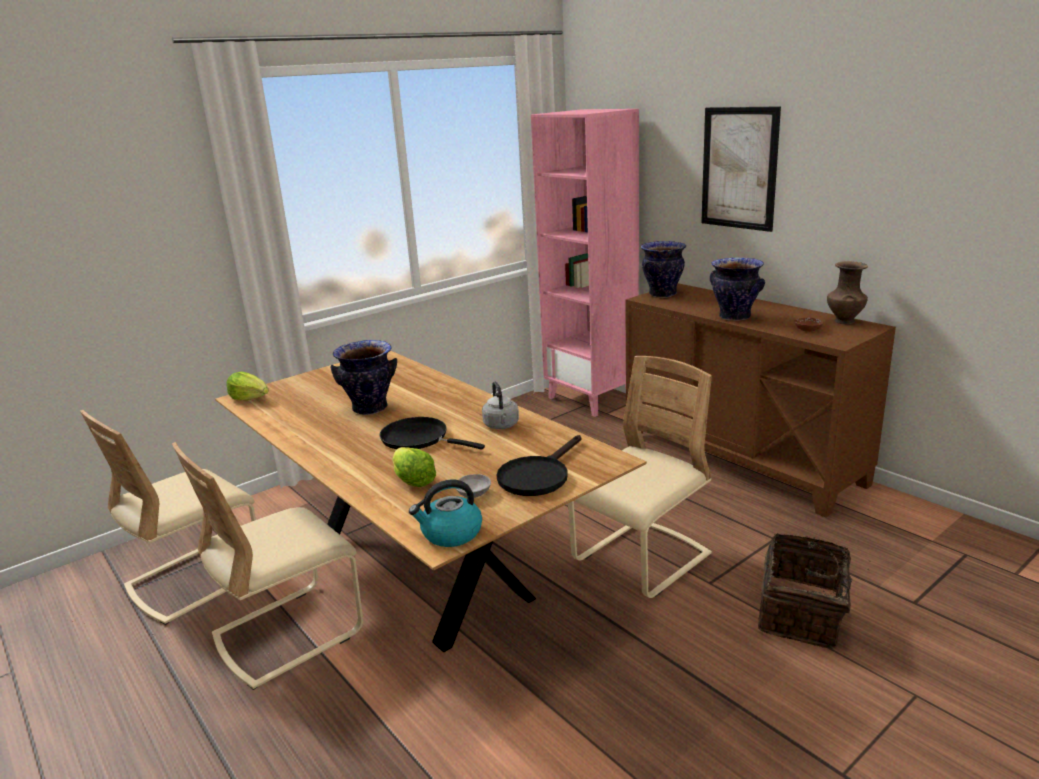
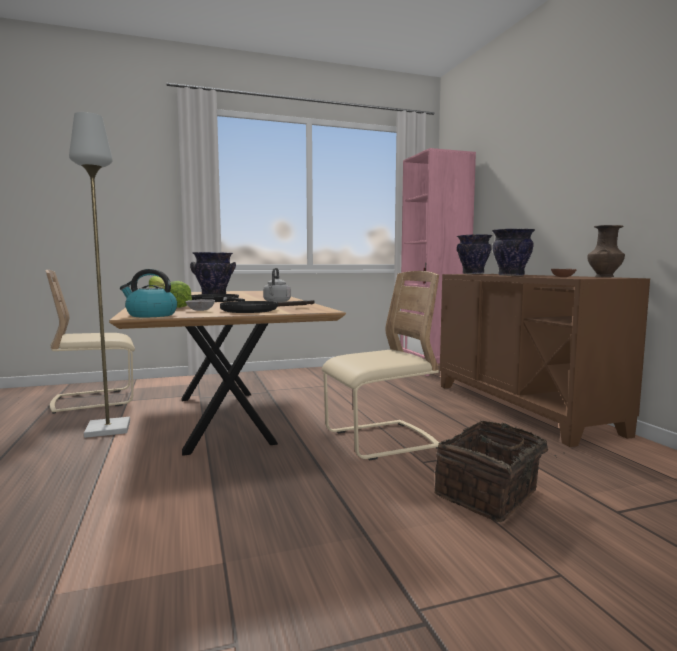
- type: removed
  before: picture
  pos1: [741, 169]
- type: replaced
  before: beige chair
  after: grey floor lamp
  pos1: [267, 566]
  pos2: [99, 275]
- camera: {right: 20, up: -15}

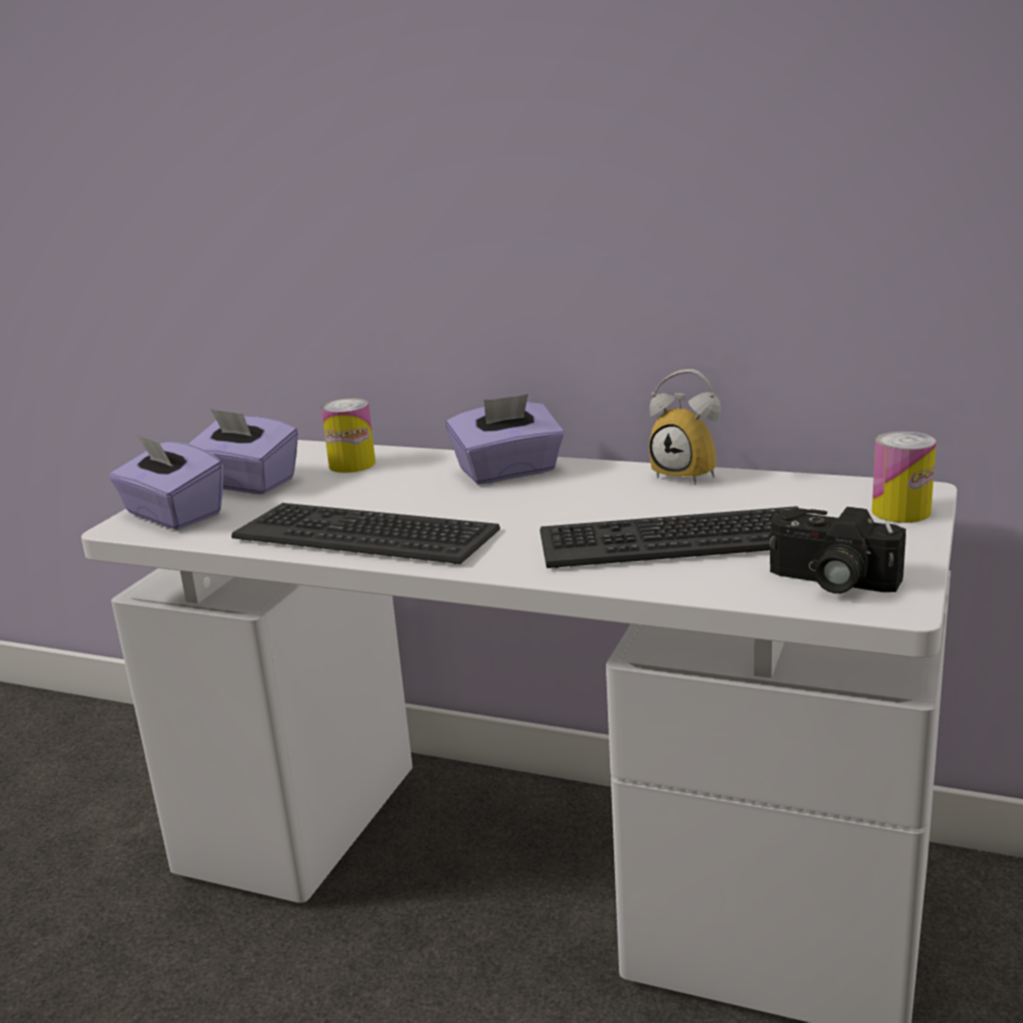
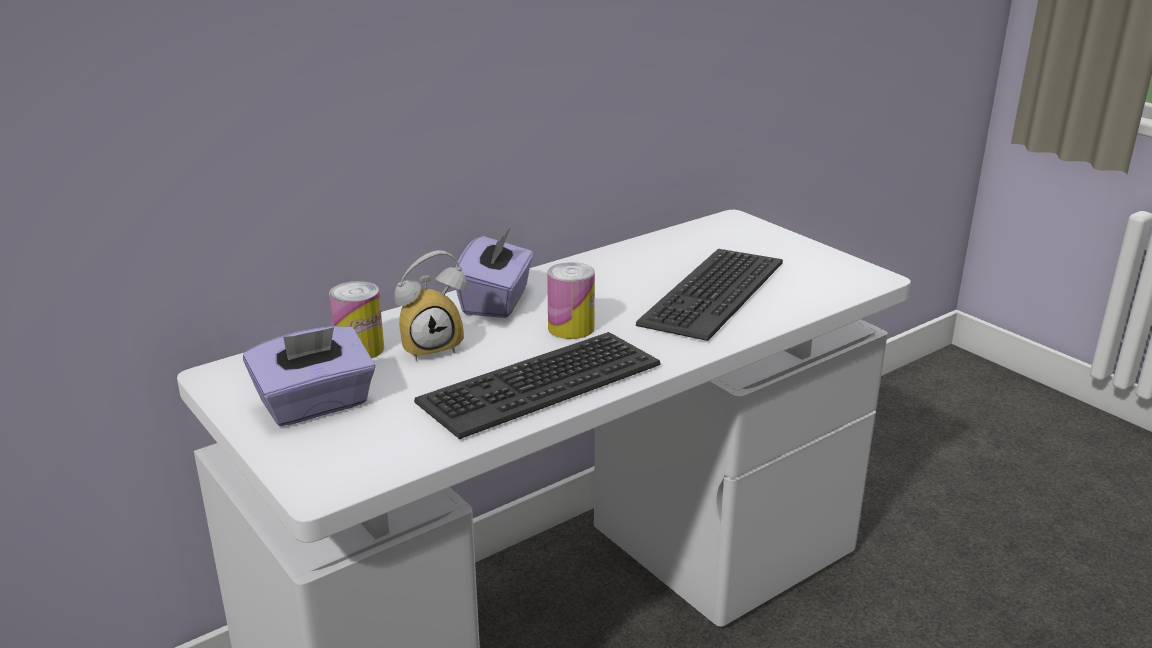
- type: removed
  before: purple tissue box
  pos1: [166, 482]
- type: removed
  before: photo camera
  pos1: [837, 550]
- type: moved
  before: alarm clock
  pos1: [685, 427]
  pos2: [430, 305]
- type: moved
  before: can
  pos1: [904, 477]
  pos2: [571, 300]
- camera: {right: -60, up: 5}

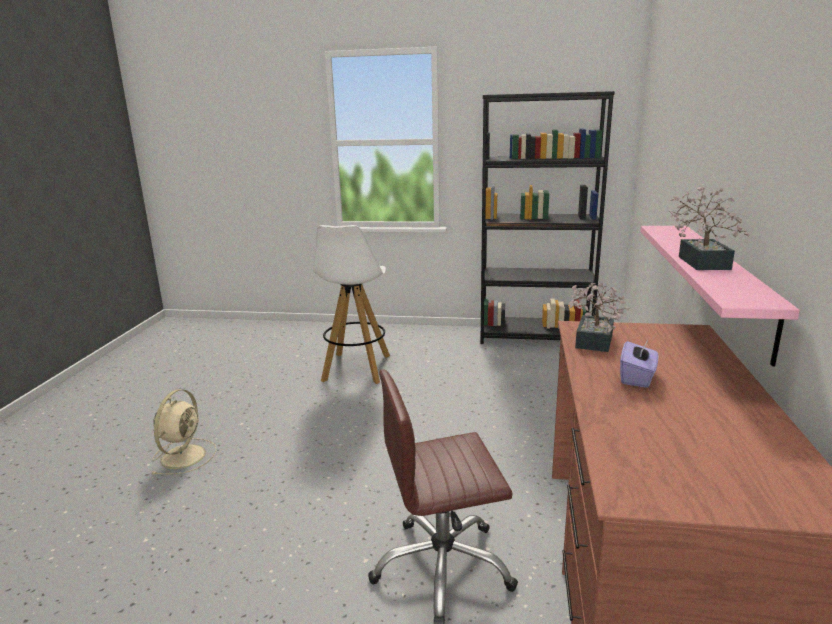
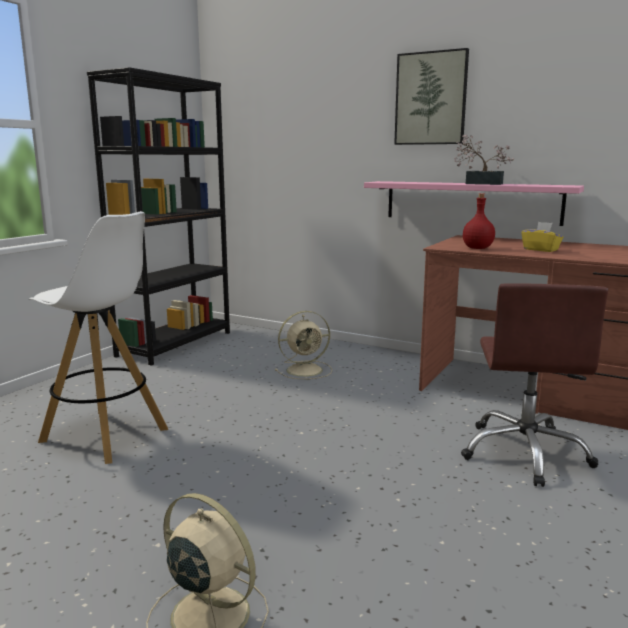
- type: added
  after: beige fan
  pos2: [303, 345]
- type: added
  after: picture
  pos2: [431, 96]
- type: replaced
  before: potted plant
  after: red bottle
  pos1: [598, 317]
  pos2: [479, 221]
- type: recoloured
  before: purple tissue box
  after: yellow tissue box
  pos1: [639, 363]
  pos2: [542, 237]
- camera: {right: -70, up: -5}

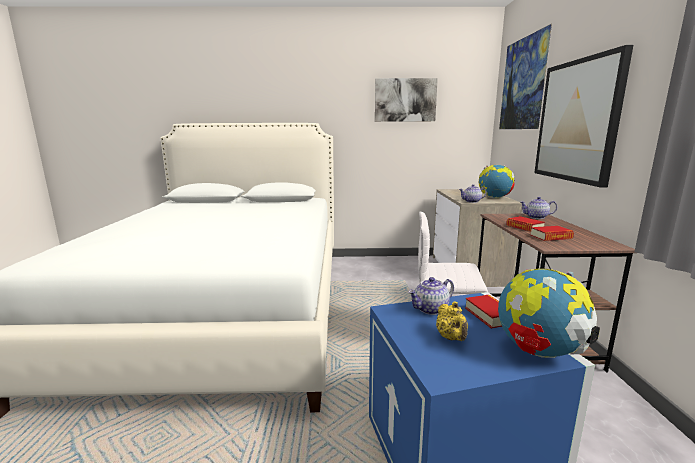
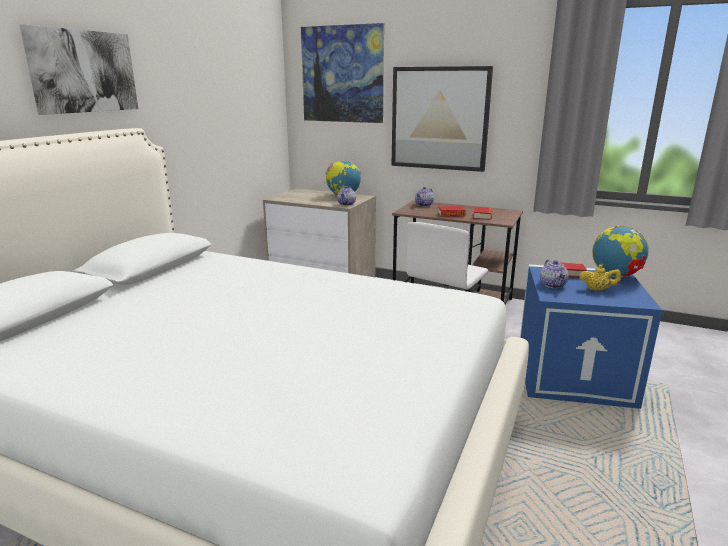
- type: moved
  before: picture
  pos1: [406, 100]
  pos2: [79, 69]
- camera: {right: -65, up: 5}

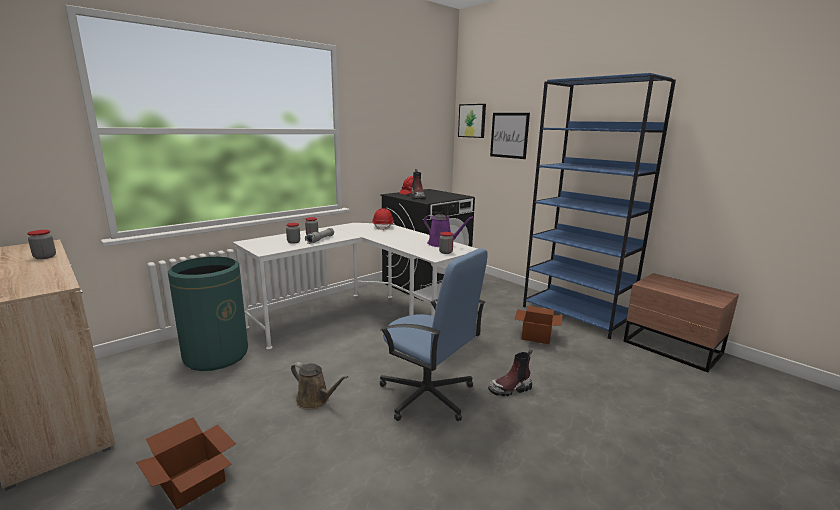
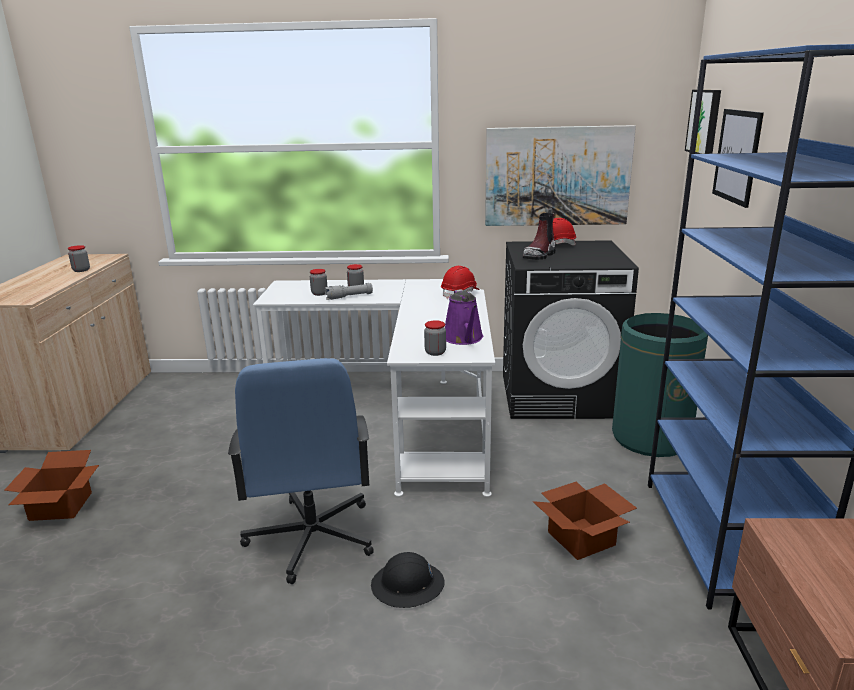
- type: removed
  before: brown watering can
  pos1: [319, 386]
- type: added
  after: picture
  pos2: [560, 175]
- type: moved
  before: green trash can
  pos1: [208, 314]
  pos2: [660, 385]
- type: replaced
  before: boot
  after: black hard hat
  pos1: [510, 372]
  pos2: [408, 580]
- camera: {right: 45, up: 5}

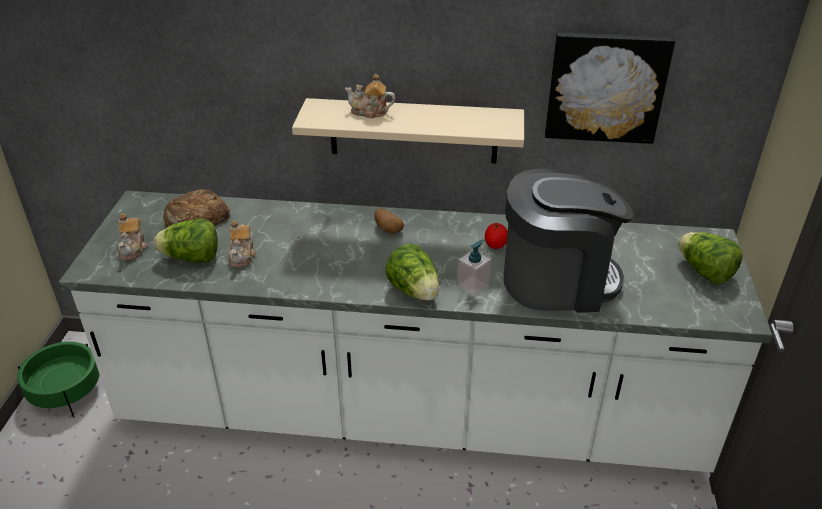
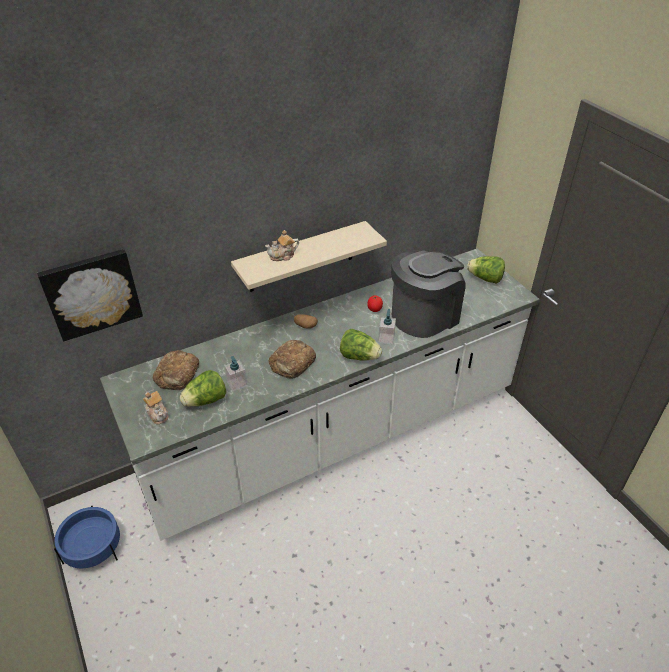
- type: added
  after: bread
  pos2: [292, 359]
- type: moved
  before: picture
  pos1: [610, 88]
  pos2: [90, 295]
- type: replaced
  before: teapot
  after: soap dispenser
  pos1: [242, 244]
  pos2: [235, 374]
- type: recoloured
  before: green planter
  after: blue planter
  pos1: [58, 380]
  pos2: [87, 536]
- camera: {right: -35, up: 5}

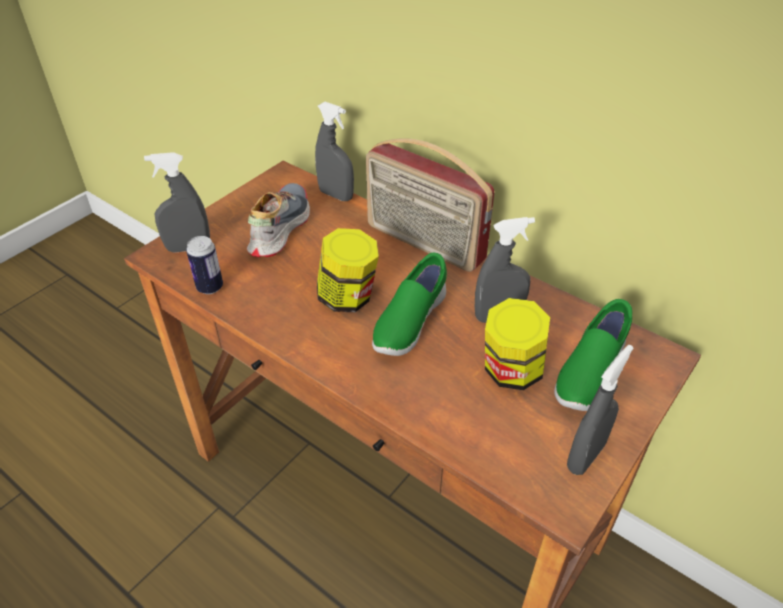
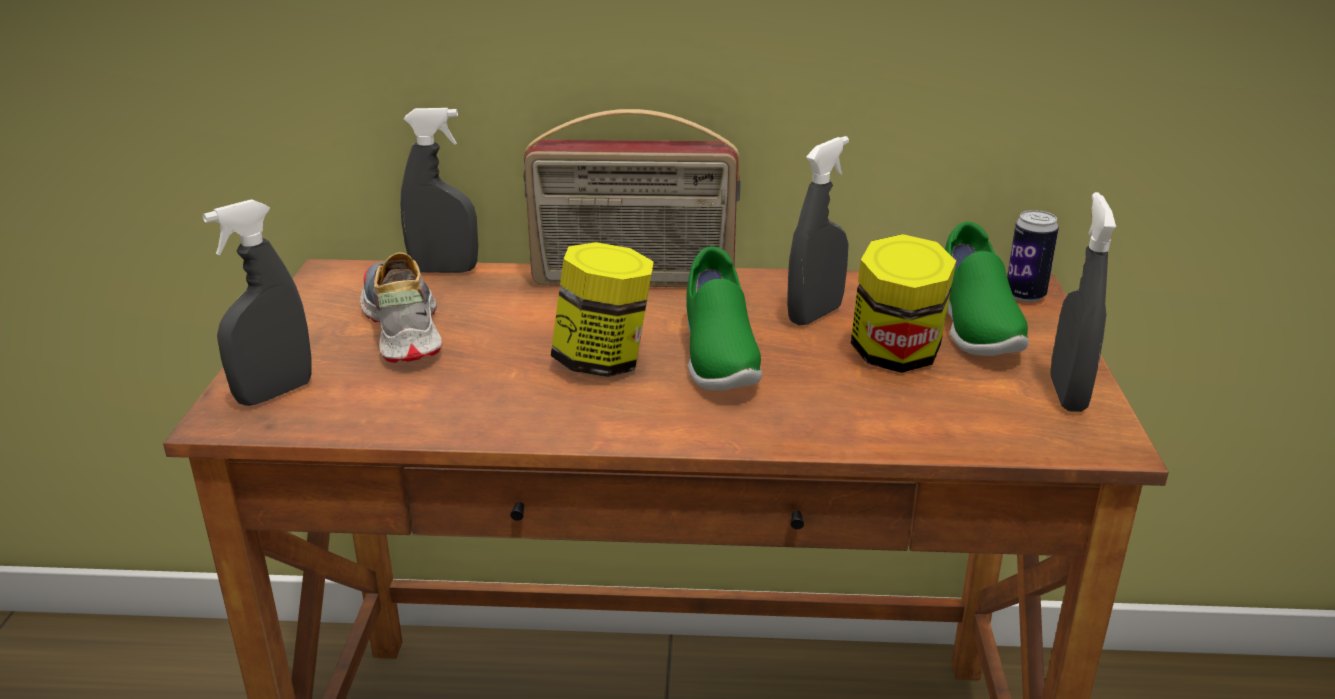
- type: moved
  before: can
  pos1: [204, 265]
  pos2: [1033, 256]
- camera: {right: -35, up: -15}

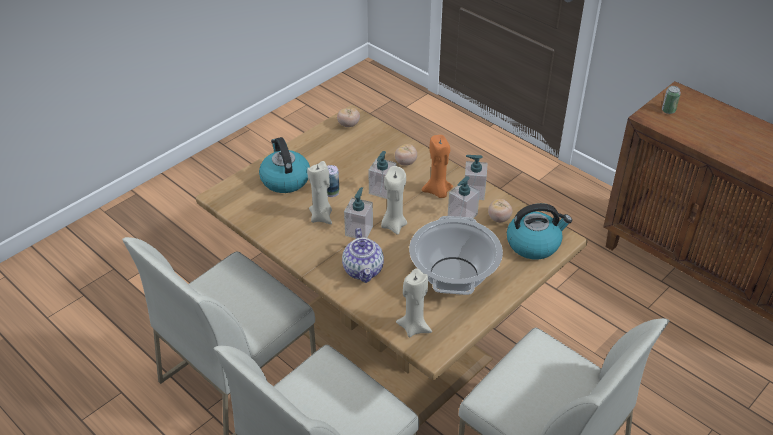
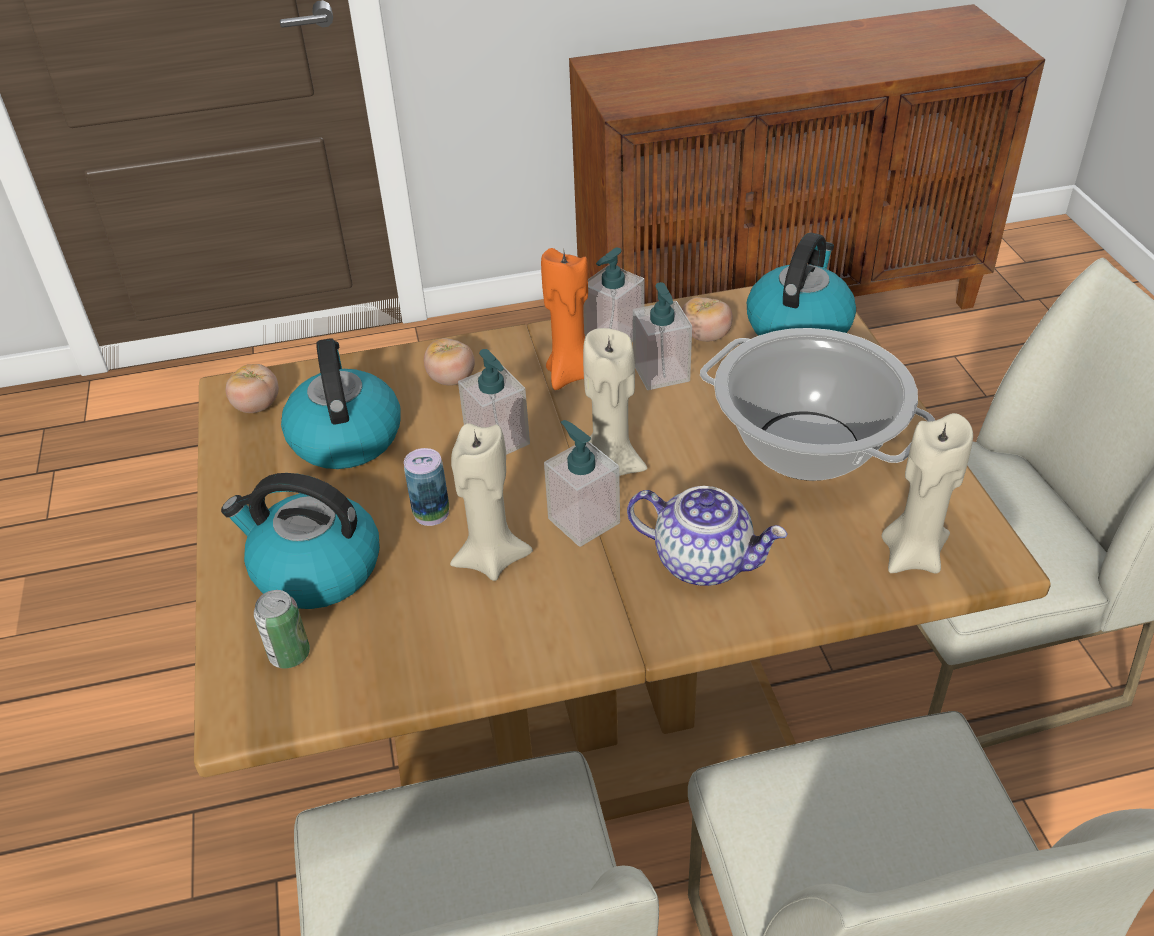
- type: added
  after: kettle
  pos2: [341, 403]
- type: moved
  before: can
  pos1: [671, 100]
  pos2: [282, 629]
- camera: {right: -55, up: 0}

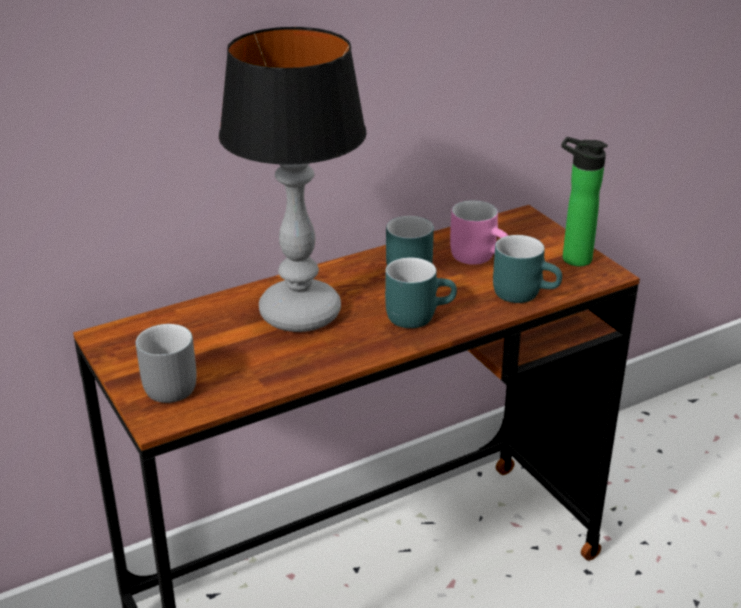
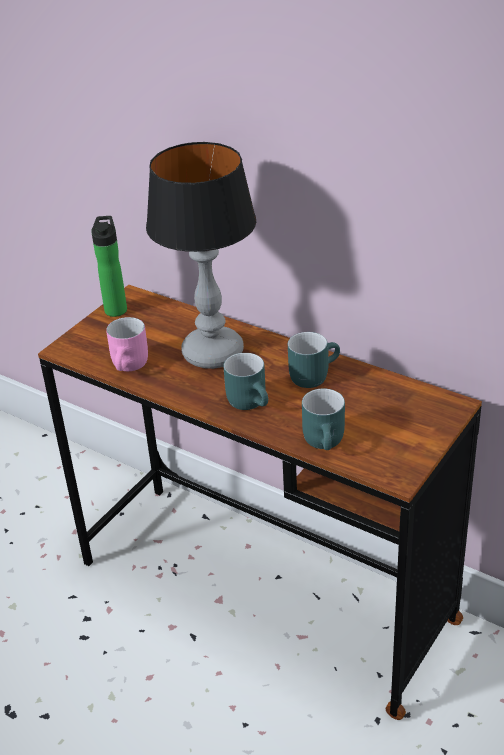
- type: removed
  before: grey mug
  pos1: [166, 363]
- type: moved
  before: pink mug
  pos1: [479, 232]
  pos2: [127, 344]
- type: moved
  before: bottle
  pos1: [584, 201]
  pos2: [109, 266]
- camera: {right: 65, up: 5}

